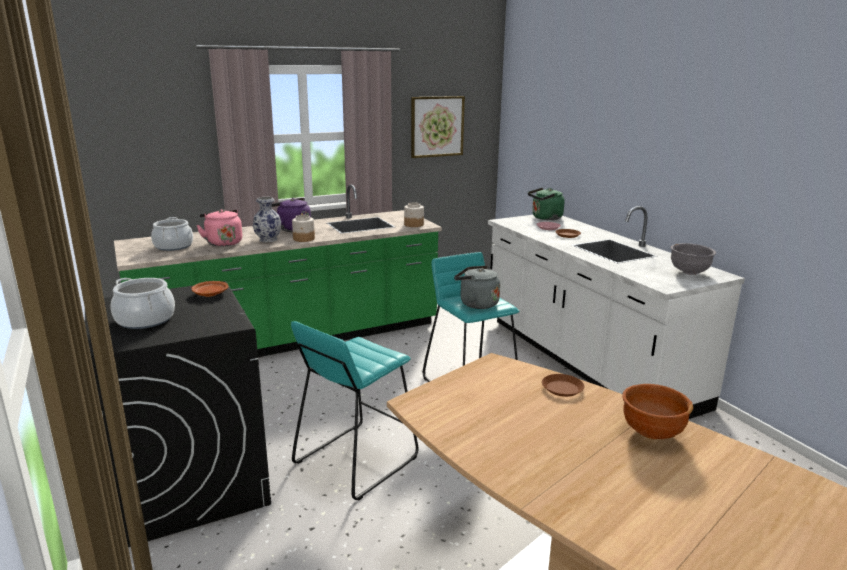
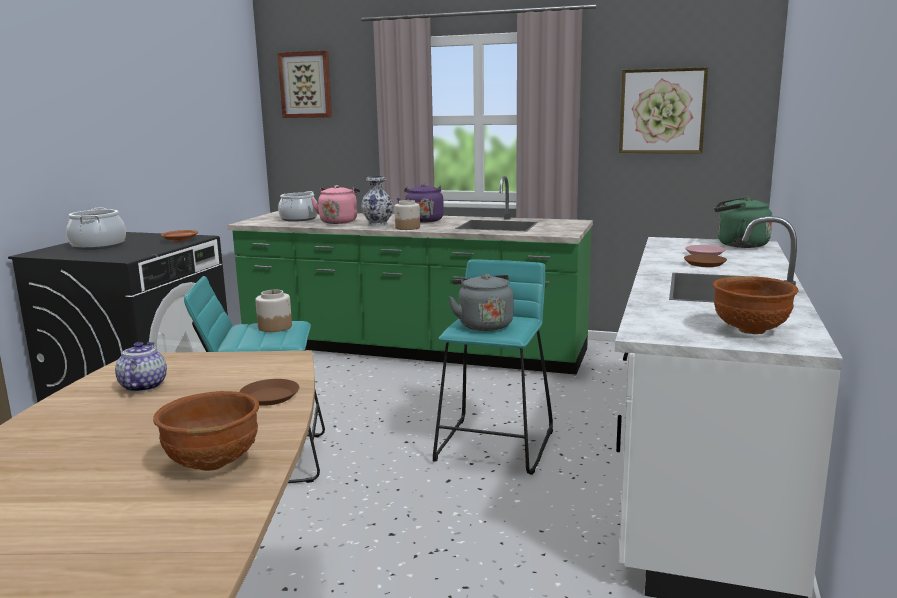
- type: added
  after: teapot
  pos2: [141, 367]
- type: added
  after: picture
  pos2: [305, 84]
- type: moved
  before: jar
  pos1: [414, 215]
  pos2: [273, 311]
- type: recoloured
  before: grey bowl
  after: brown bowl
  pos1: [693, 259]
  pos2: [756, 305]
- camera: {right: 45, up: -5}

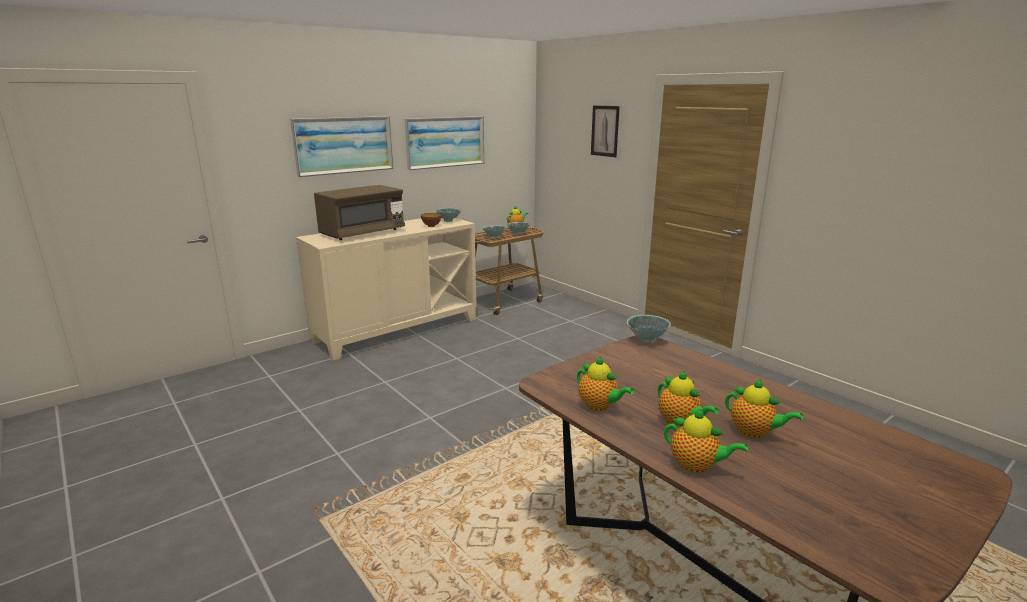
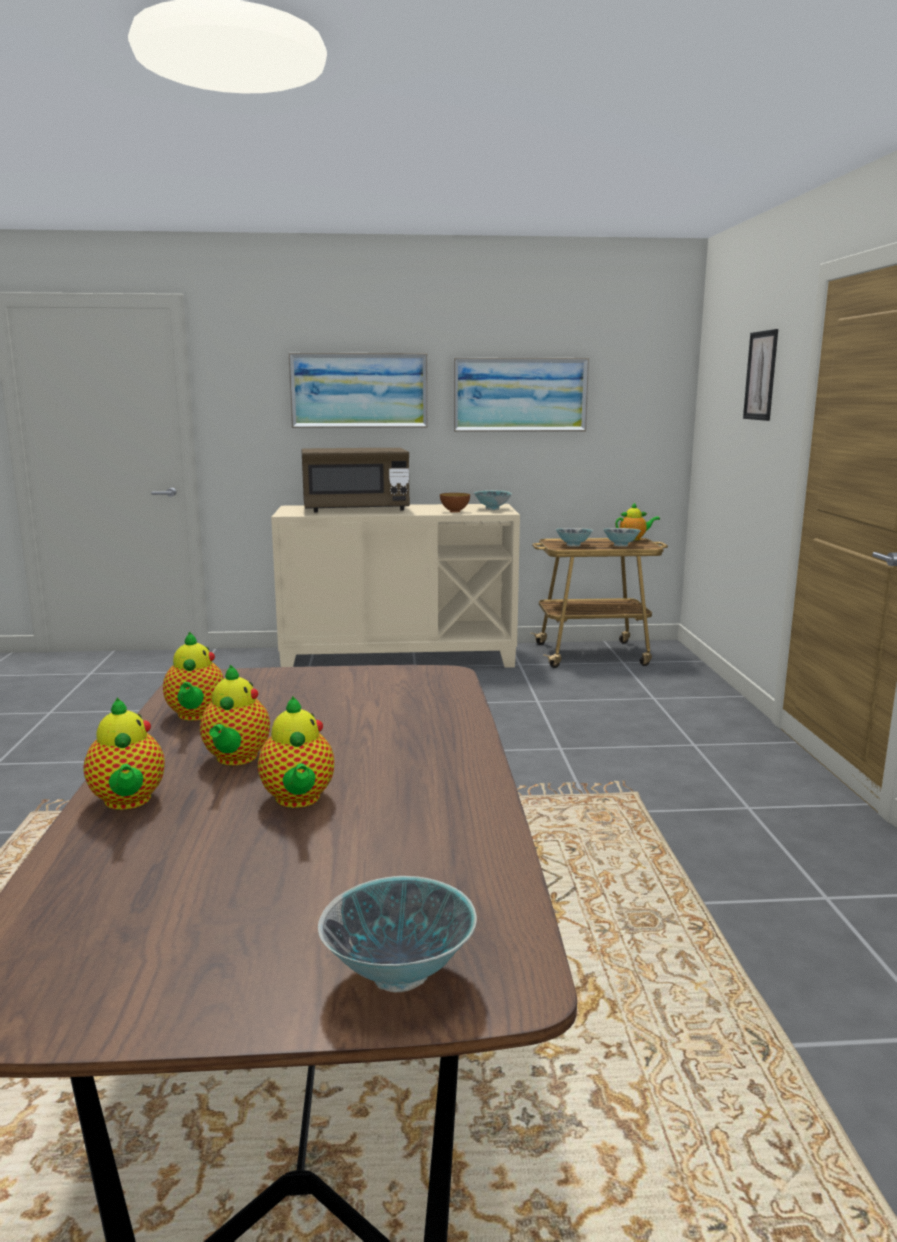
- type: moved
  before: bowl
  pos1: [649, 329]
  pos2: [397, 934]
- camera: {right: 35, up: -5}

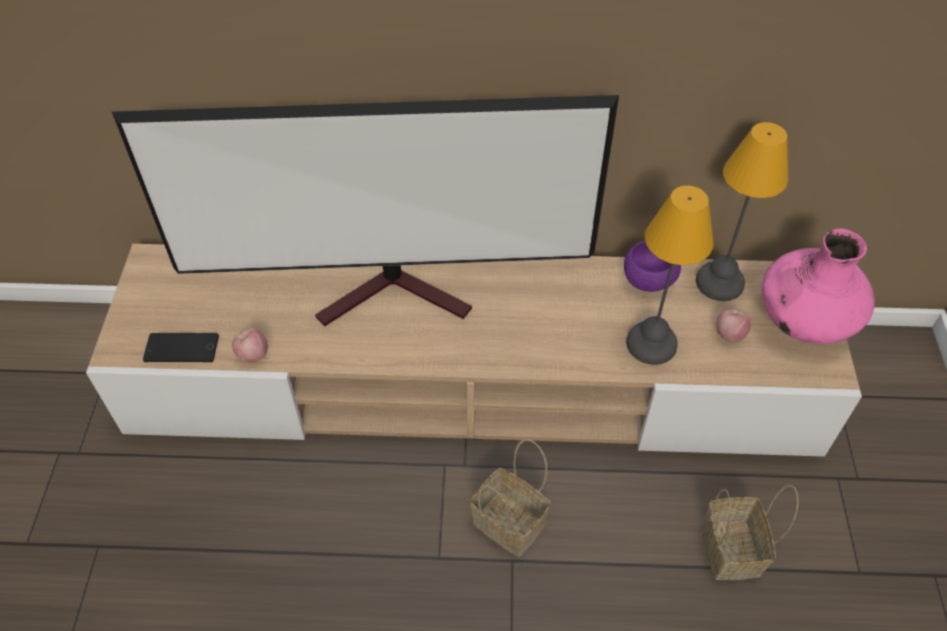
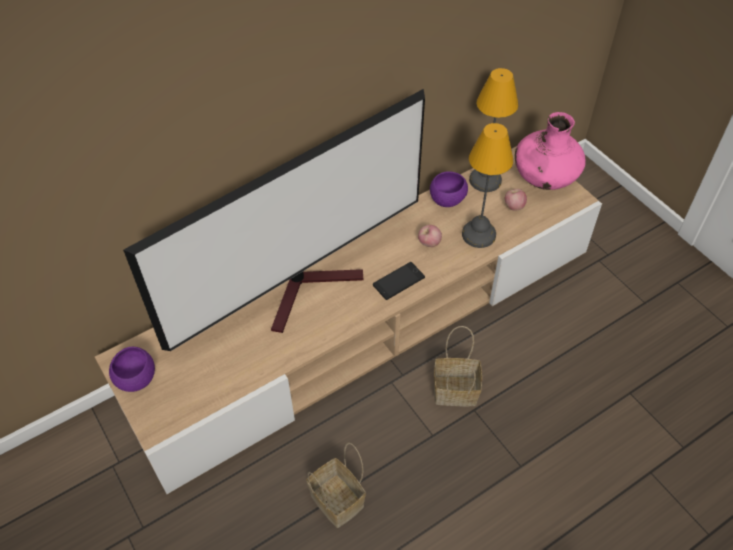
- type: added
  after: purple bowl
  pos2: [132, 369]
- type: moved
  before: phone
  pos1: [181, 347]
  pos2: [399, 281]
- type: moved
  before: apple
  pos1: [250, 345]
  pos2: [430, 236]
- type: moved
  before: basket
  pos1: [750, 532]
  pos2: [336, 485]
- camera: {right: -35, up: 0}

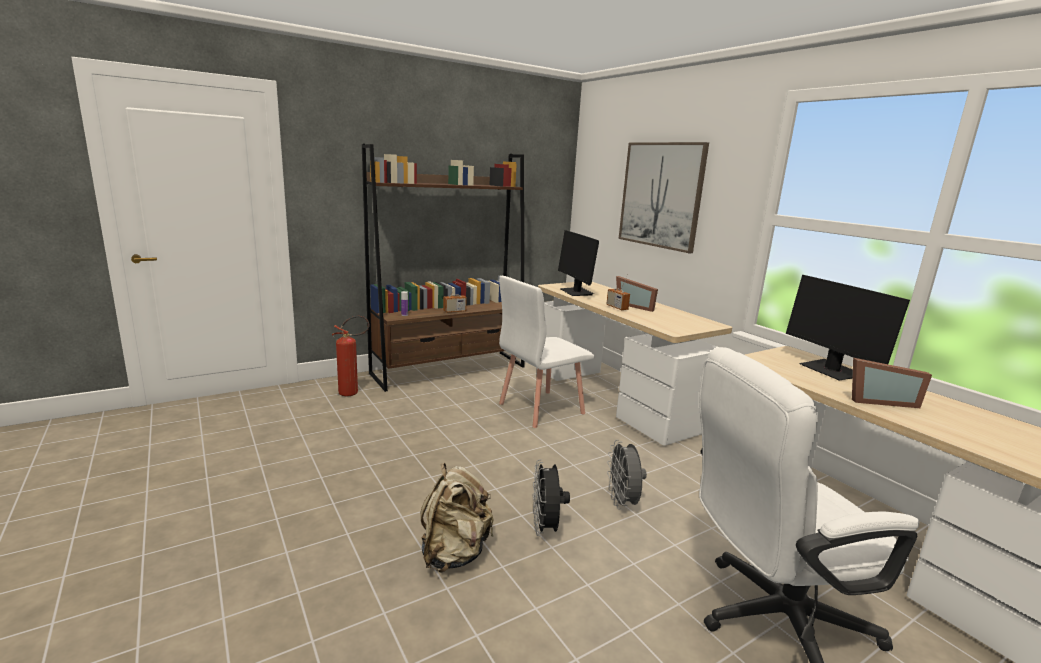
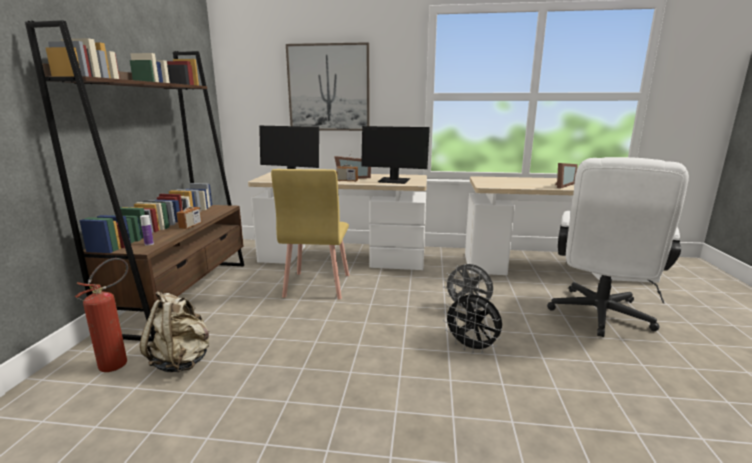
- type: moved
  before: beige backpack
  pos1: [457, 517]
  pos2: [174, 331]
- type: moved
  before: monitor
  pos1: [848, 327]
  pos2: [395, 155]
- type: recoloured
  before: white chair
  after: yellow chair
  pos1: [547, 352]
  pos2: [310, 234]
- camera: {right: -50, up: 0}

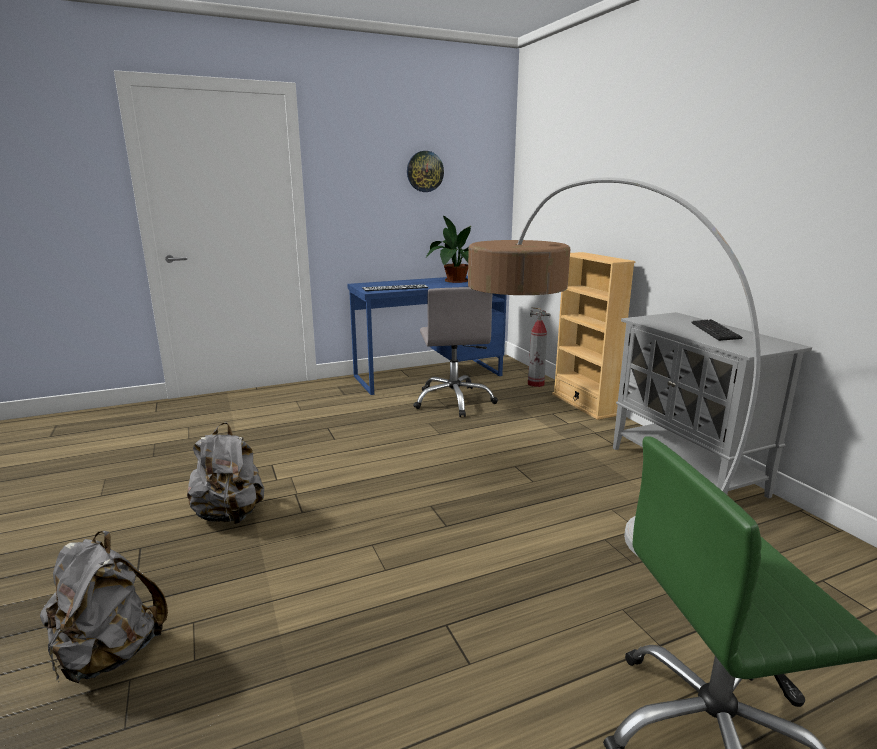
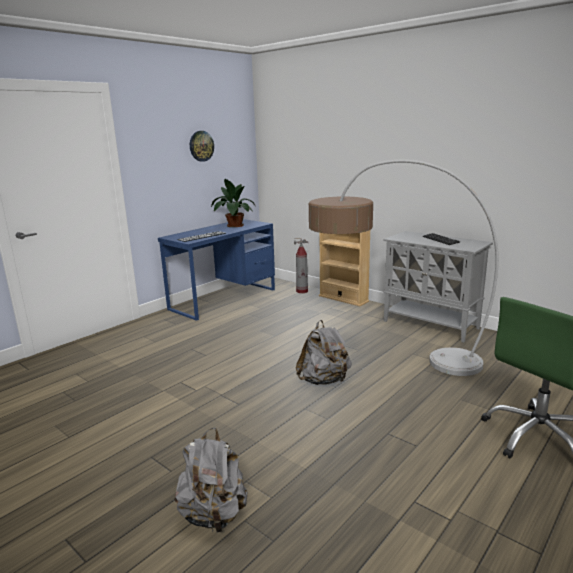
- type: removed
  before: grey office chair
  pos1: [455, 352]
- type: moved
  before: grey backpack
  pos1: [225, 473]
  pos2: [324, 352]
- camera: {right: -25, up: 0}

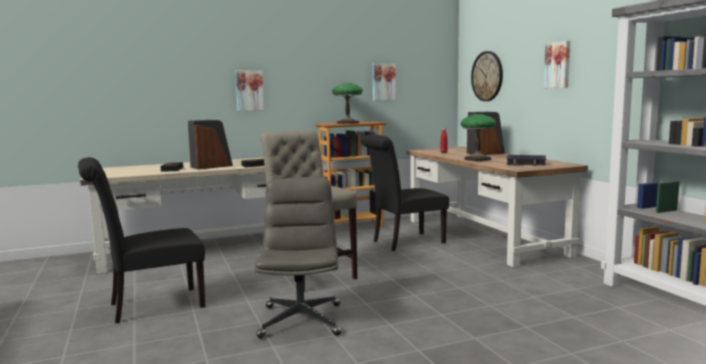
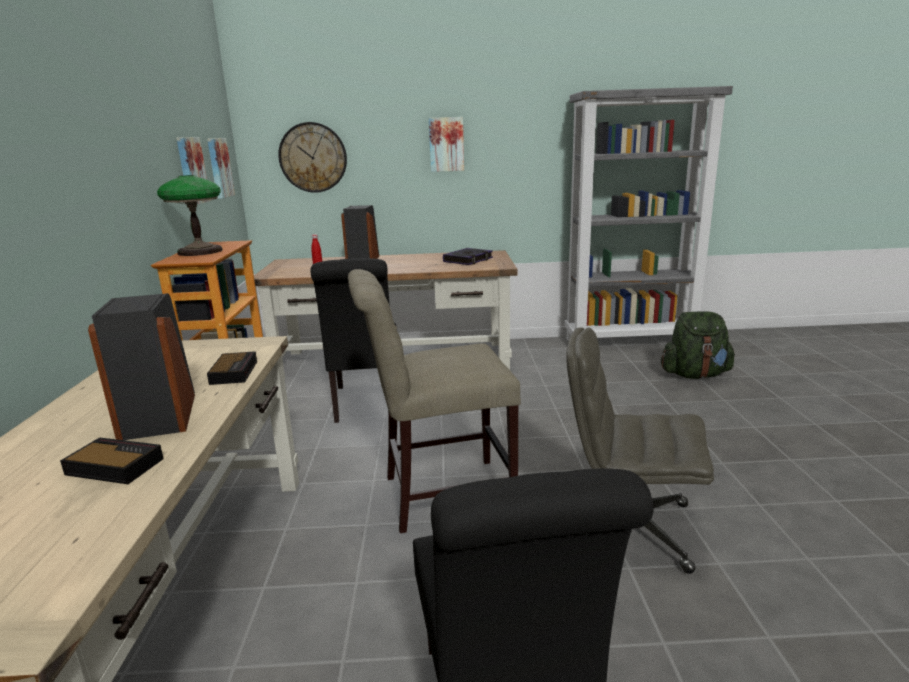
- type: removed
  before: table lamp
  pos1: [478, 137]
- type: added
  after: green backpack
  pos2: [698, 345]
- type: moved
  before: picture
  pos1: [249, 90]
  pos2: [221, 168]
- camera: {right: -70, up: 10}

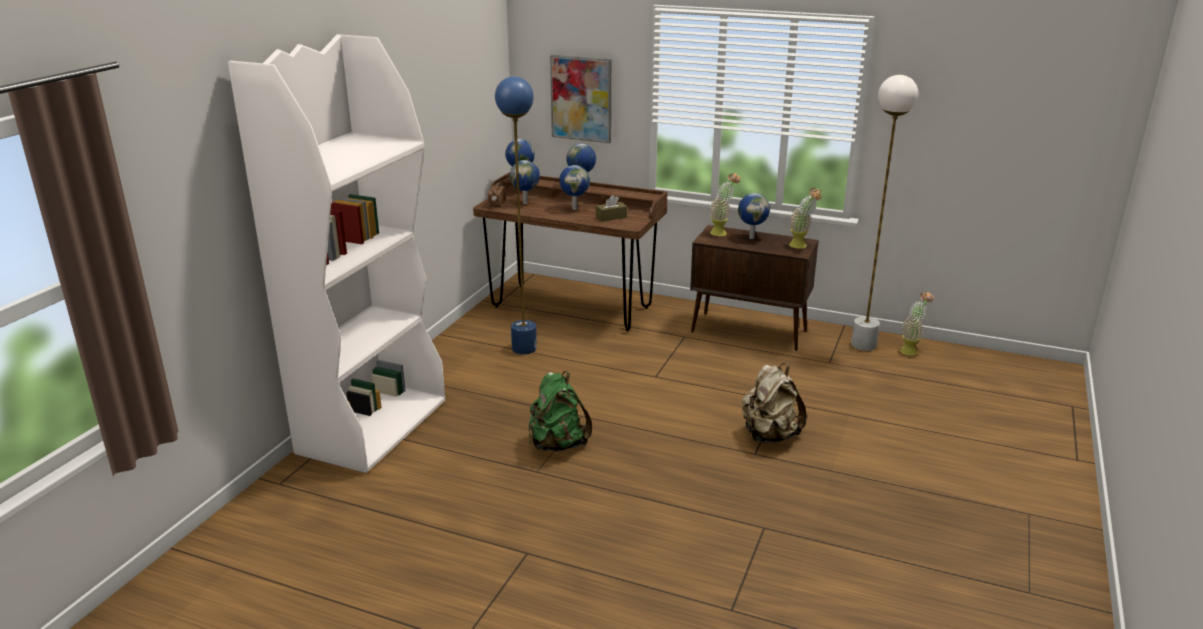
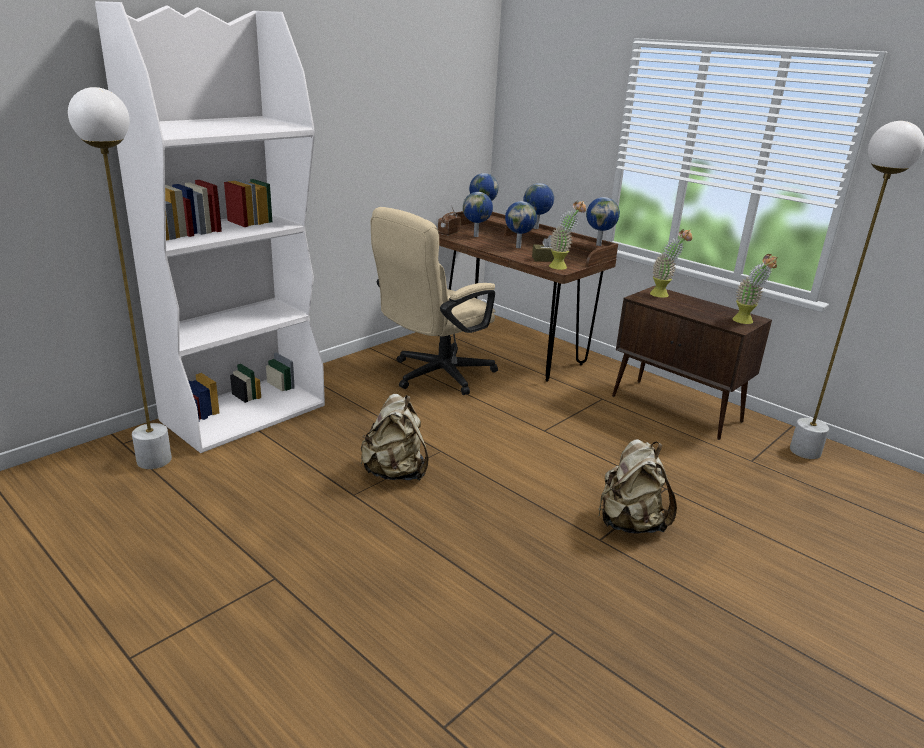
- type: removed
  before: picture
  pos1: [580, 99]
- type: added
  after: white floor lamp
  pos2: [120, 278]
- type: moved
  before: globe
  pos1: [754, 216]
  pos2: [603, 221]
- type: moved
  before: potted plant
  pos1: [917, 323]
  pos2: [567, 235]
- type: replaced
  before: blue floor lamp
  after: beige office chair
  pos1: [516, 216]
  pos2: [434, 301]
- type: recoloured
  before: green backpack
  after: beige backpack
  pos1: [560, 411]
  pos2: [394, 437]
- camera: {right: 20, up: 0}

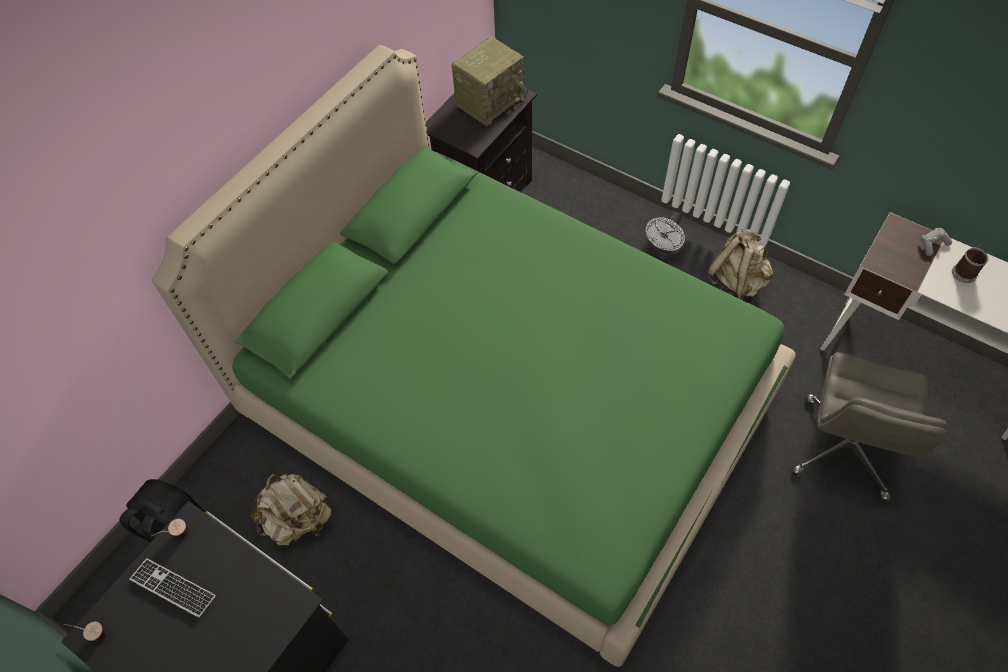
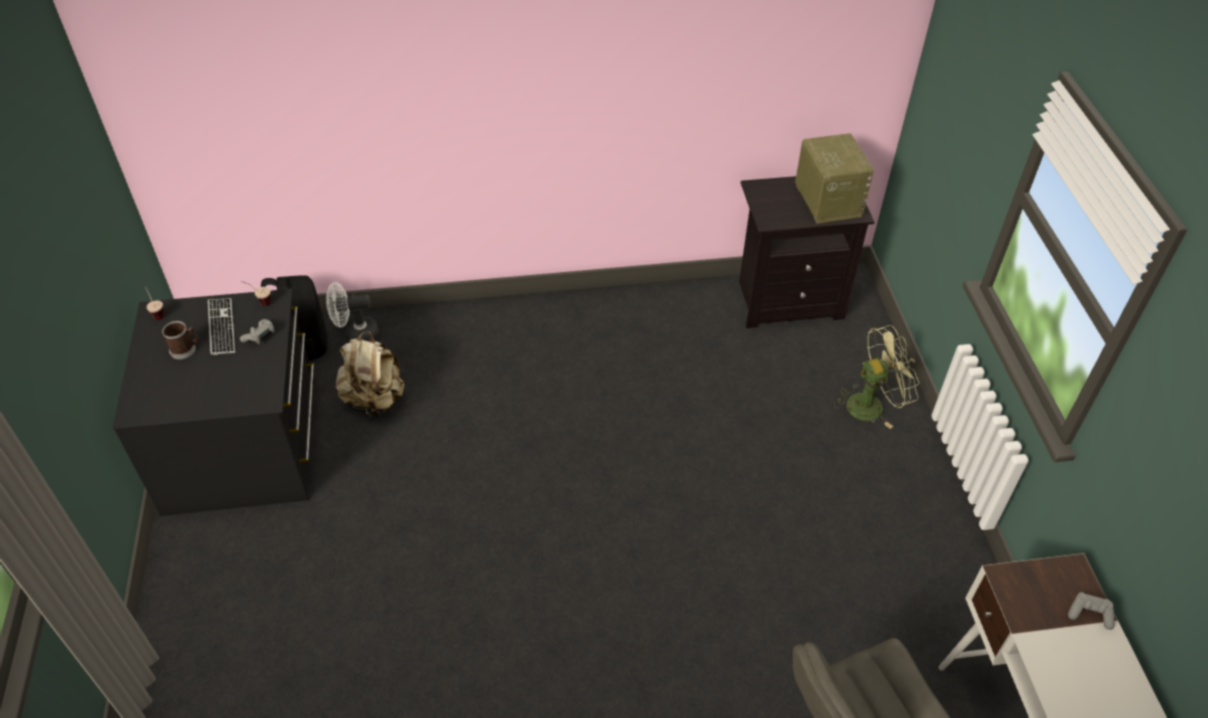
- type: removed
  before: green bed
  pos1: [474, 356]
- type: removed
  before: beige backpack
  pos1: [740, 266]
- type: added
  after: grey game controller
  pos2: [257, 331]
- type: added
  after: green fan
  pos2: [877, 377]
- type: moved
  before: white fan
  pos1: [665, 236]
  pos2: [352, 311]
- type: moved
  before: mug
  pos1: [970, 264]
  pos2: [181, 340]
- type: turned
  before: radio
  pos1: [489, 81]
  pos2: [834, 178]
  turn: -105
- camera: {right: 45, up: -10}

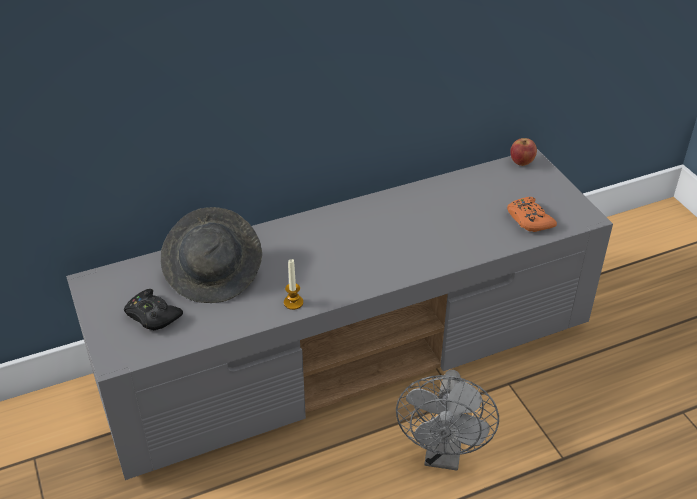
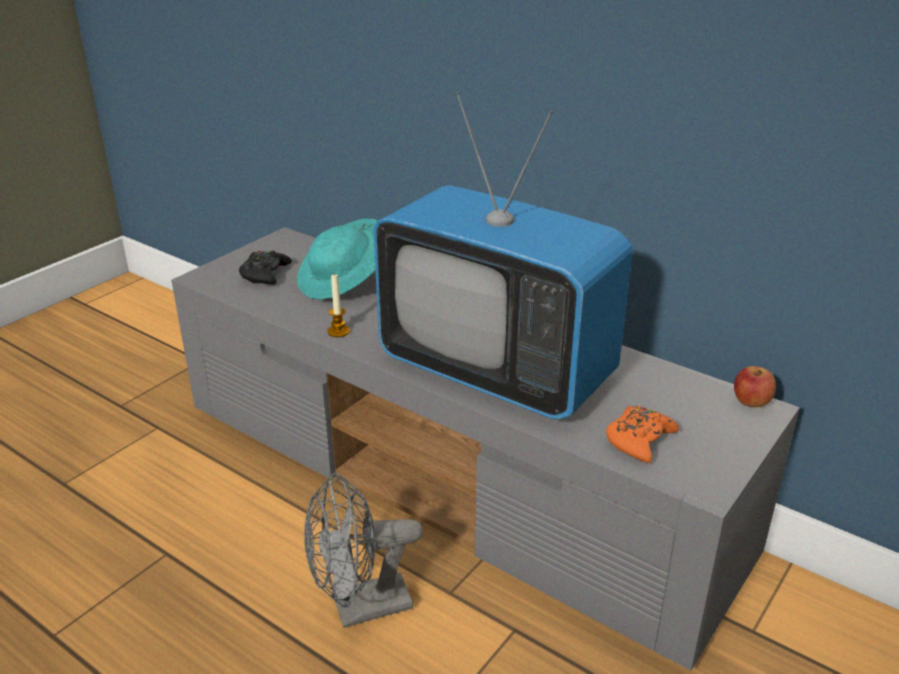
- type: added
  after: television
  pos2: [503, 256]
- type: recoloured
  before: grey hat
  after: turquoise hat
  pos1: [211, 255]
  pos2: [337, 259]
- camera: {right: 60, up: -10}

